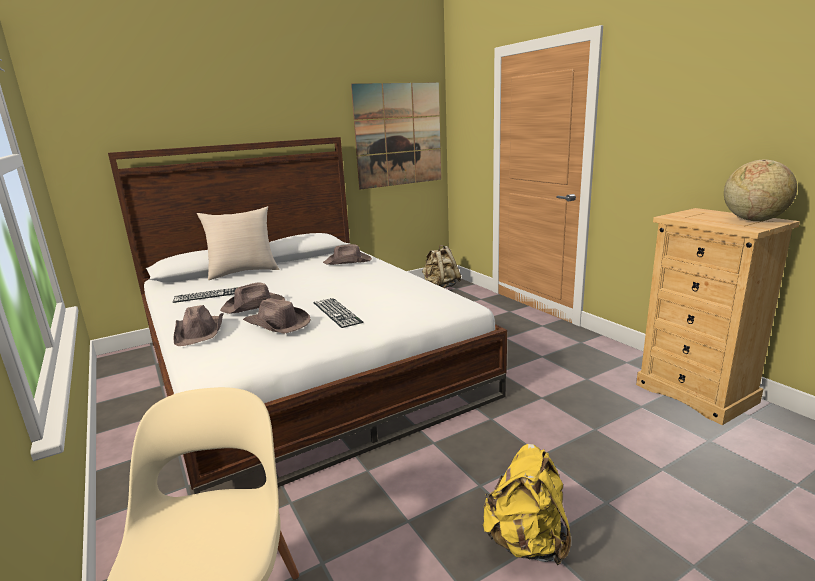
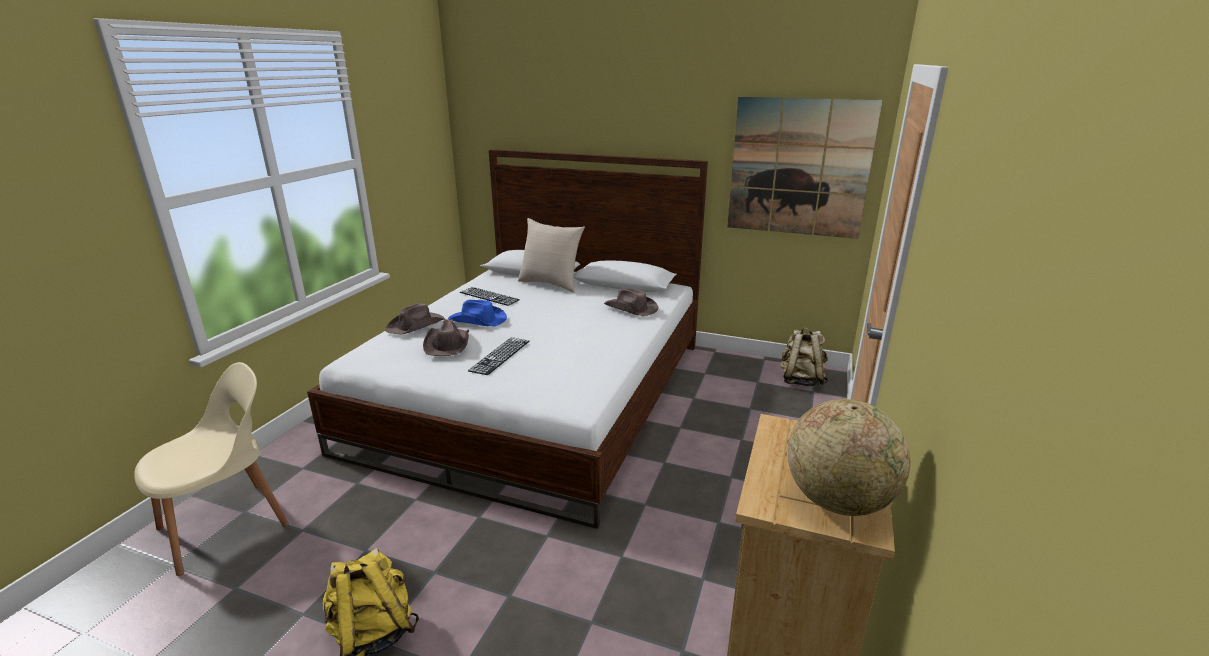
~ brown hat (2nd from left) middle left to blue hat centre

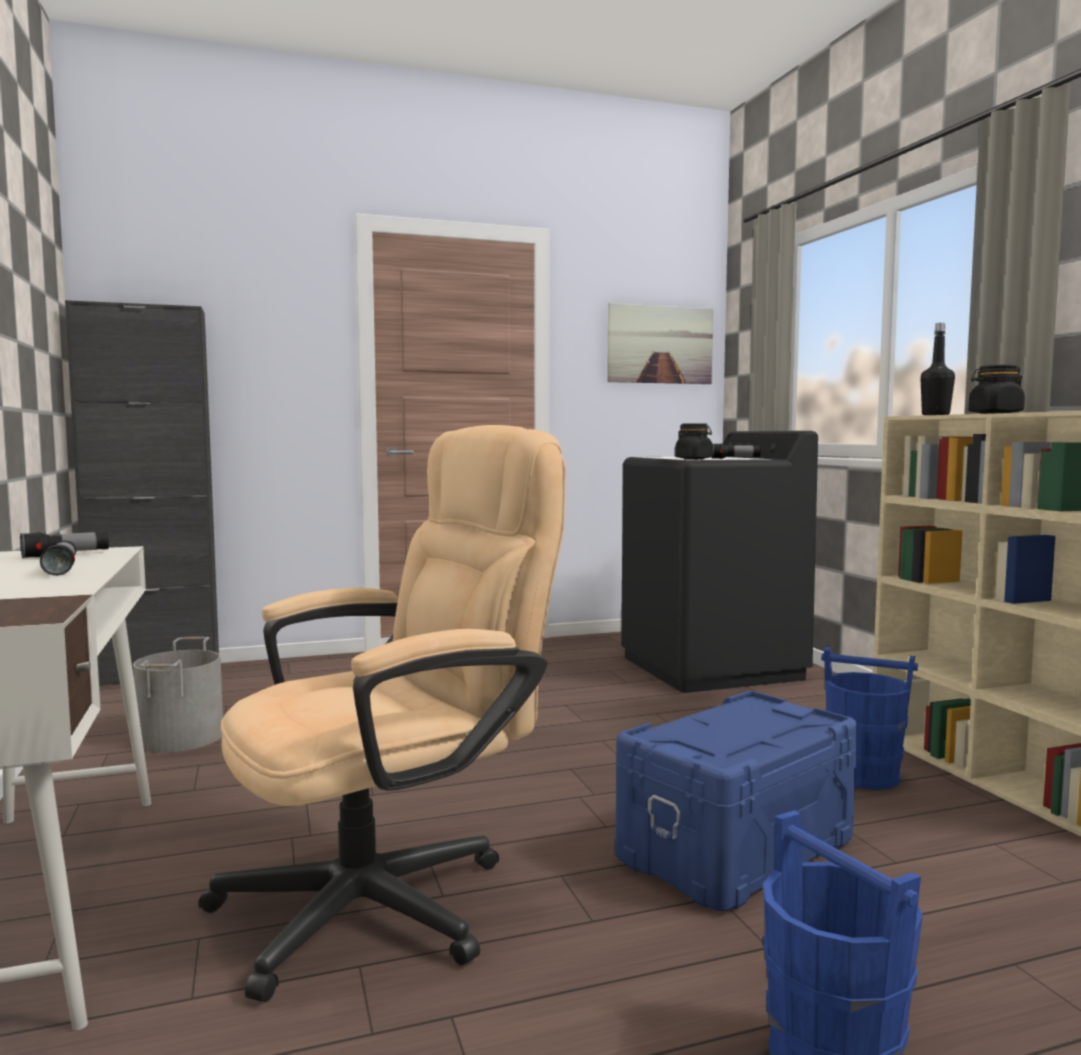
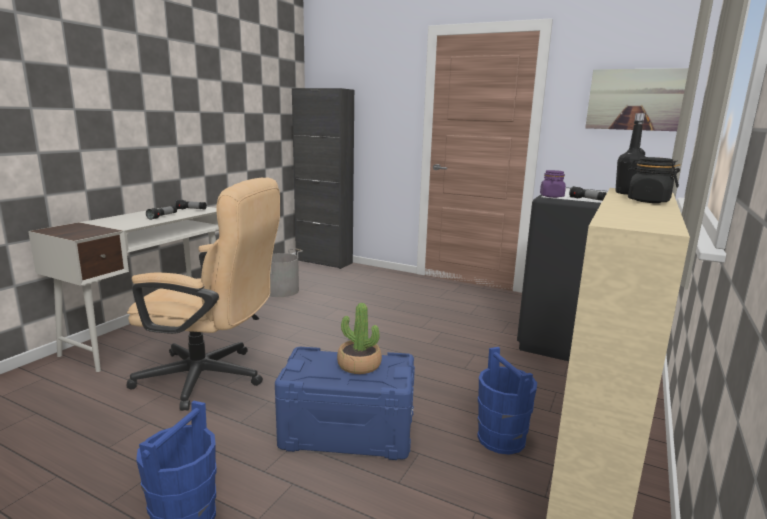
+ potted plant centre
~ black jar (1st from left) centre to purple jar middle right

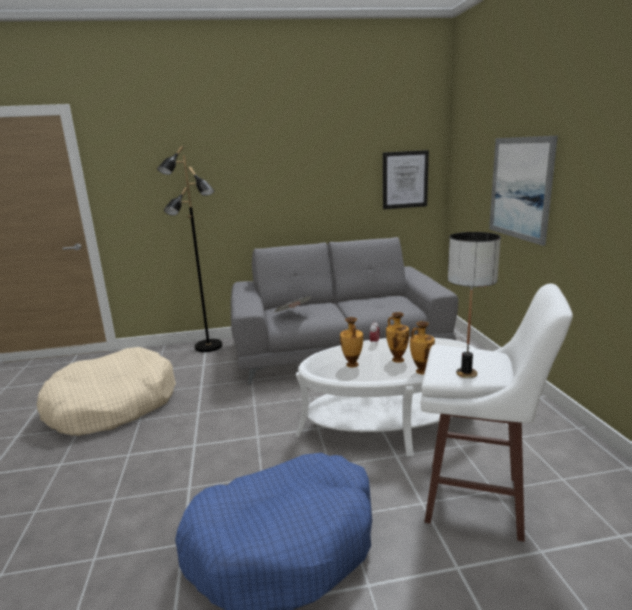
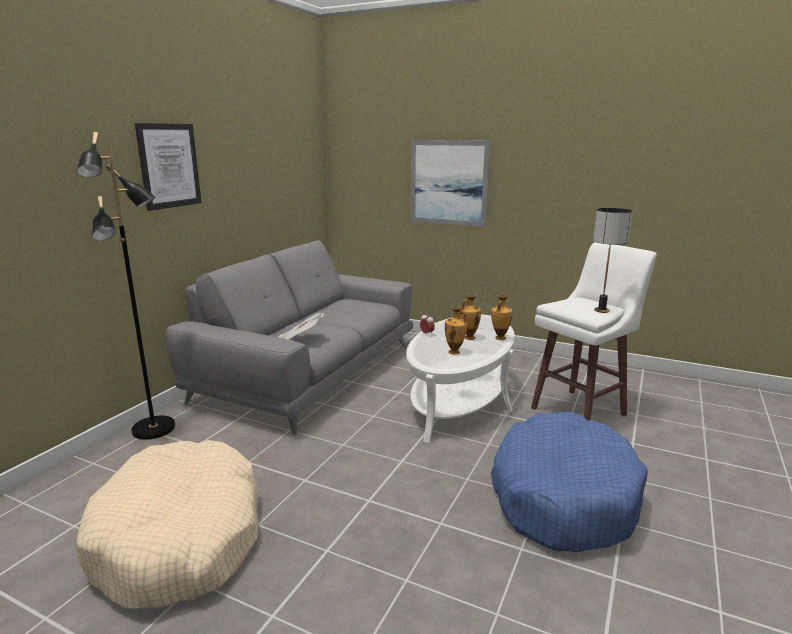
~ picture (1st from left) top centre to top left

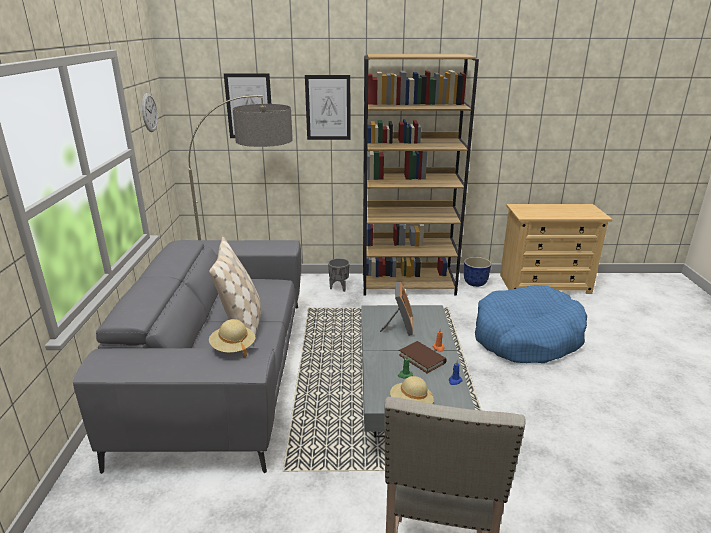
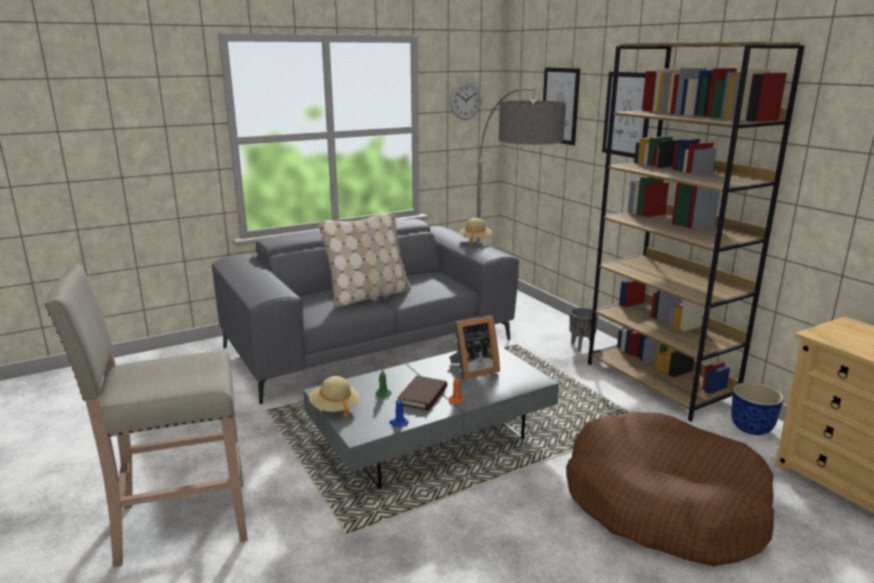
~ beige hat (1st from left in the first image) middle left to beige hat (2nd from left) centre
~ blue dog bed middle right to brown dog bed bottom right

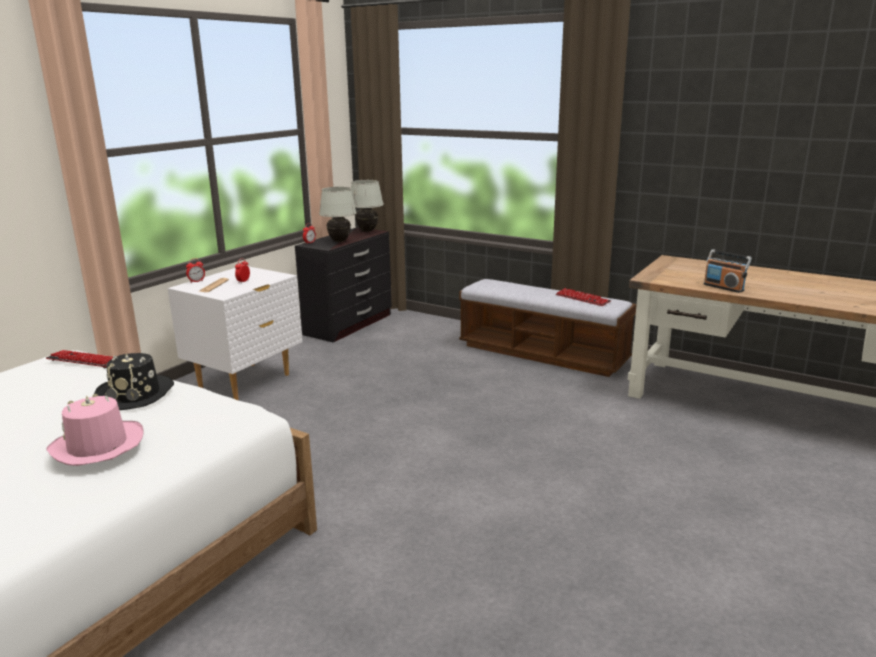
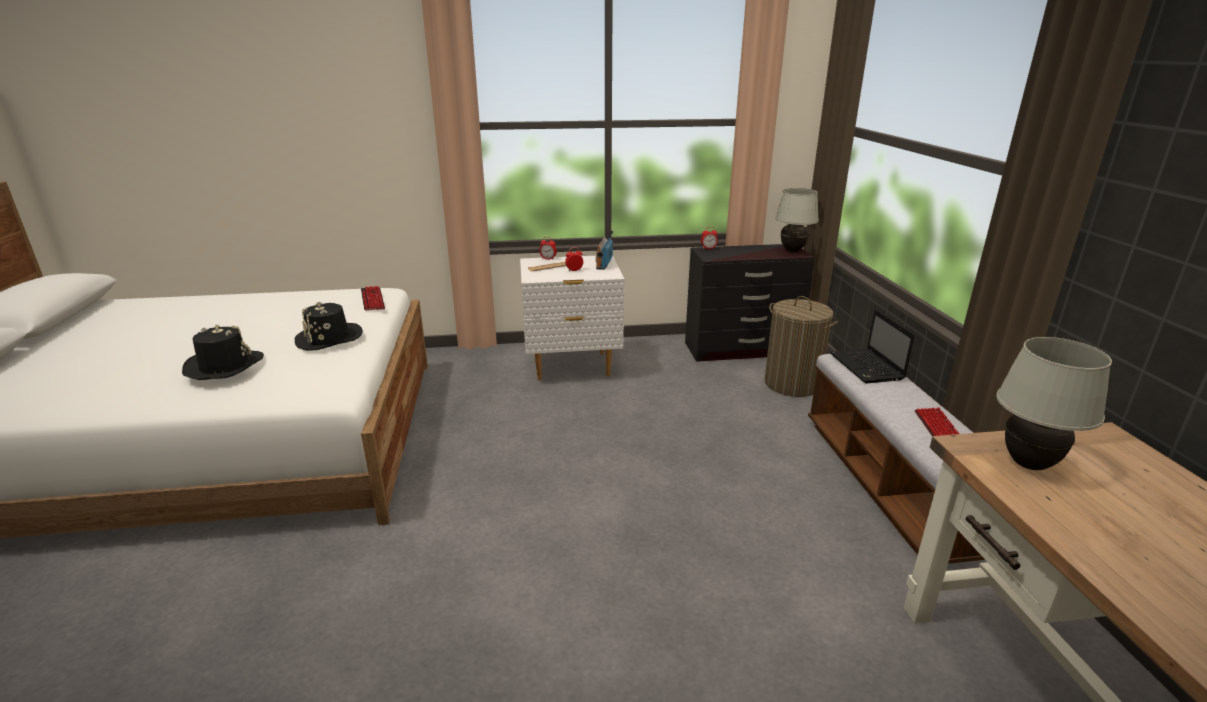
+ laundry basket centre
+ laptop middle right
~ white table lamp (1st from left in the first image) top centre to white table lamp (2nd from left) middle right
~ radio middle right to centre
~ pink hat middle left to black hat (1st from left) middle left

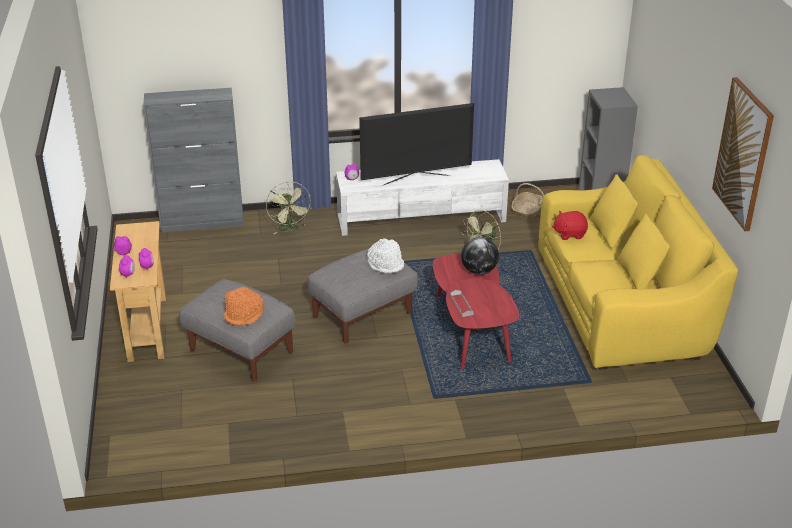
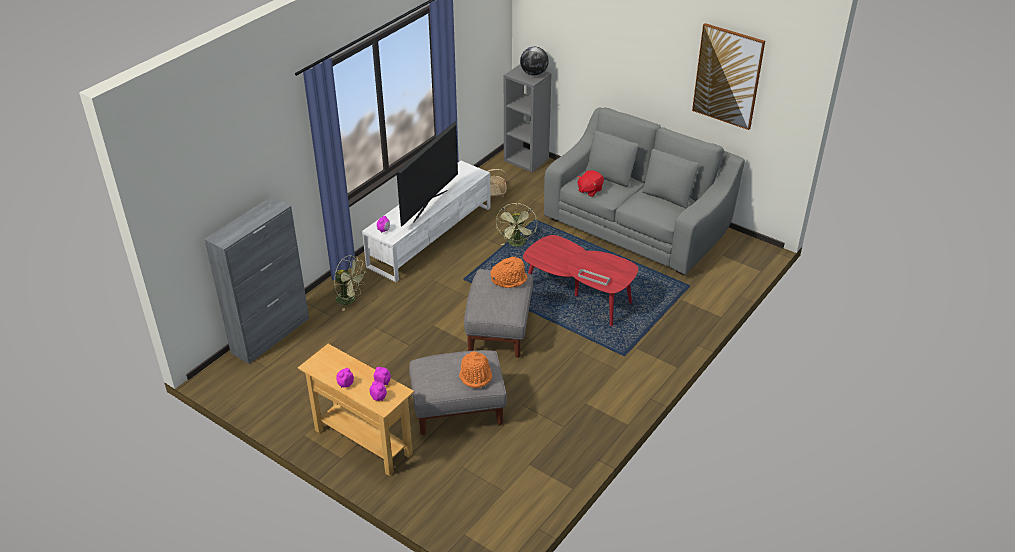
~ globe centre to top centre
~ white hat centre to orange hat (2nd from left) centre
~ yellow sofa middle right to grey sofa centre

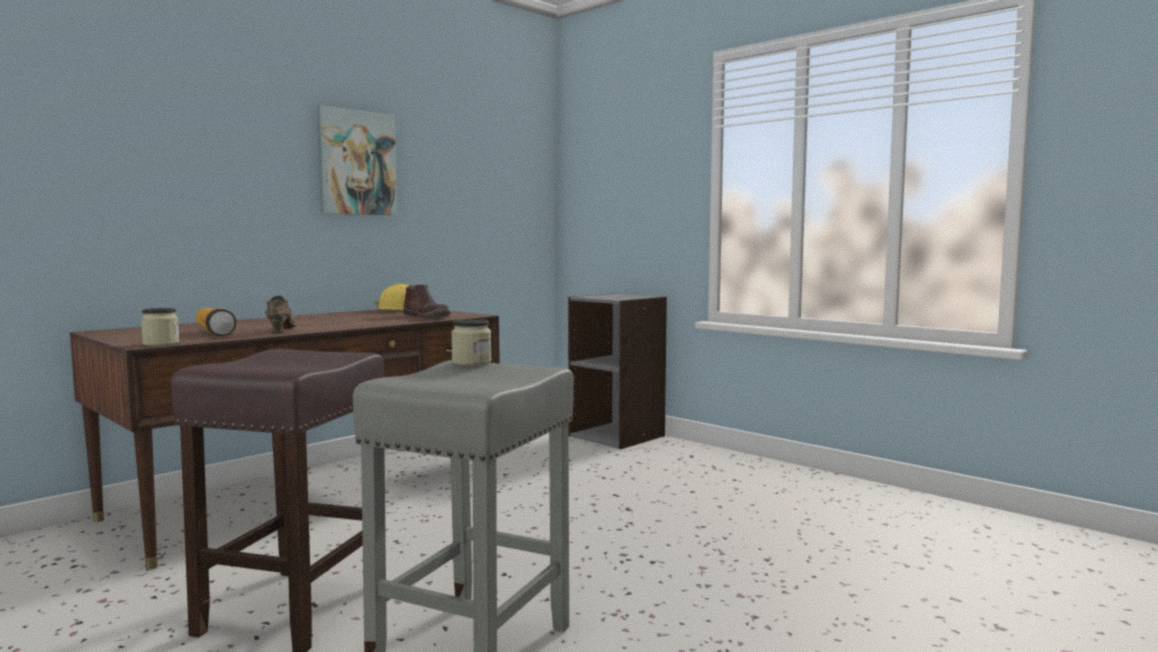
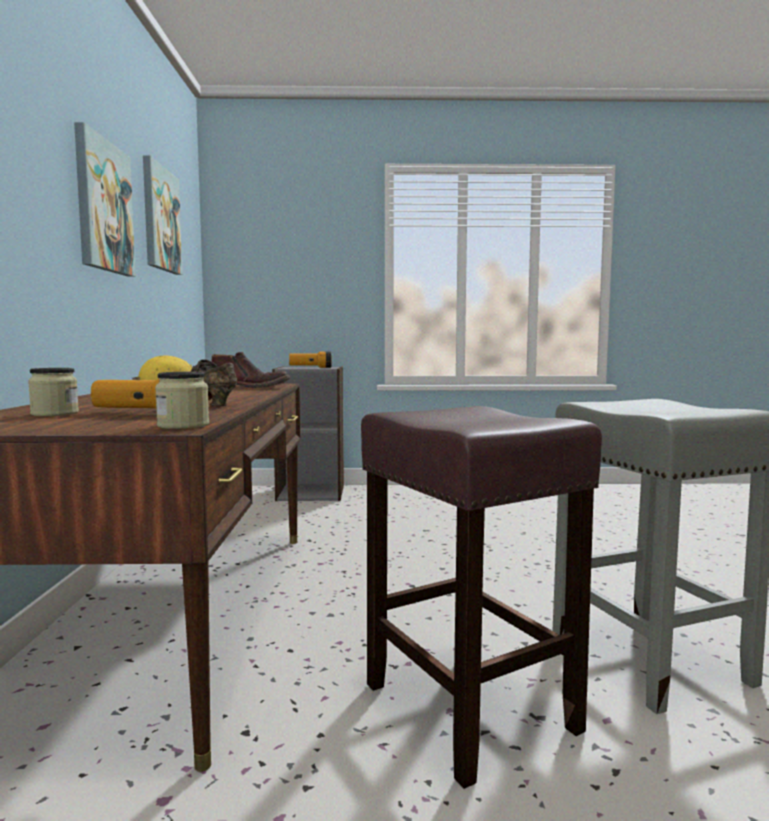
+ picture (2nd from left) top left
+ flashlight (2nd from left) centre
~ jar (2nd from left in the first image) centre to jar (1st from left) middle left

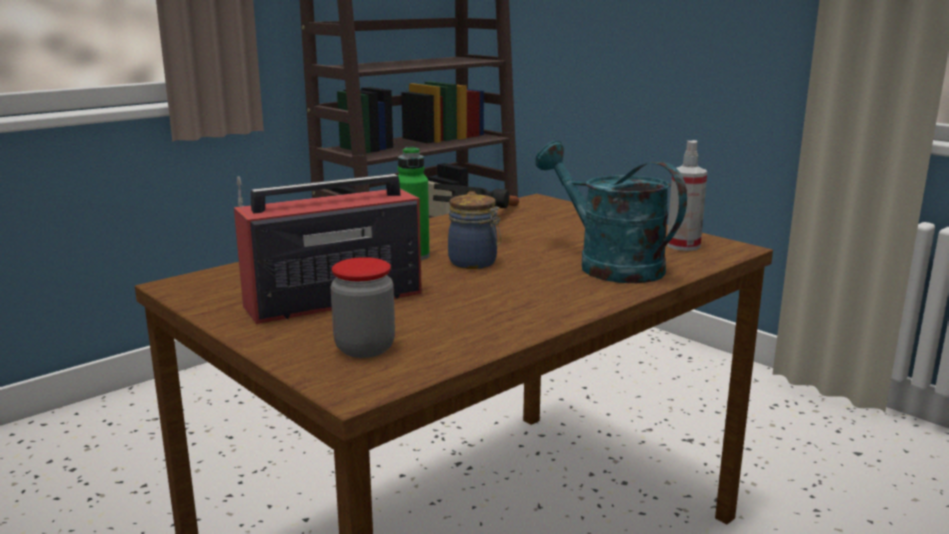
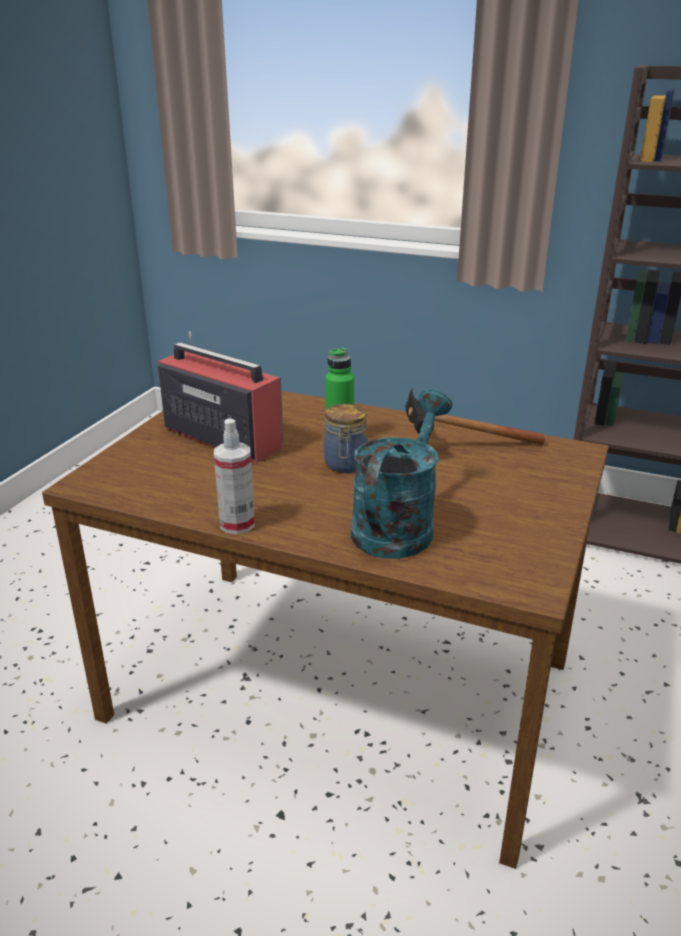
- jar (1st from left) centre
~ spray bottle middle right to centre

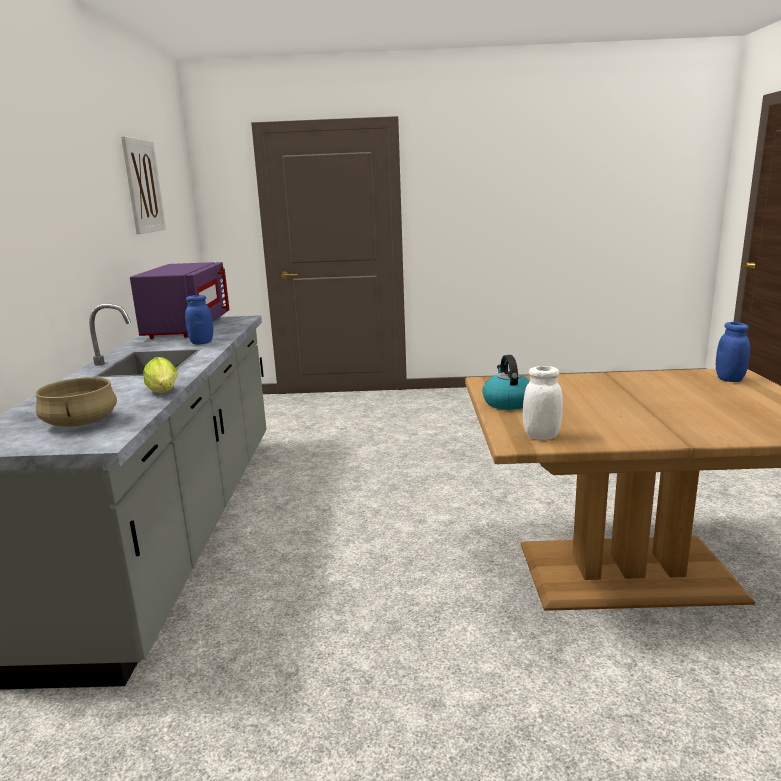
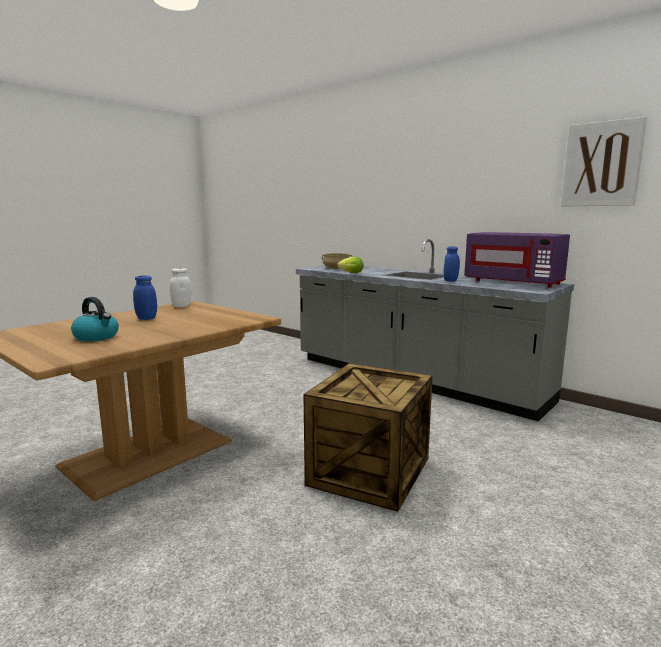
+ crate bottom centre
~ kettle centre to middle left
~ blue jar (2nd from left in the first image) middle right to blue jar (1st from left) middle left

